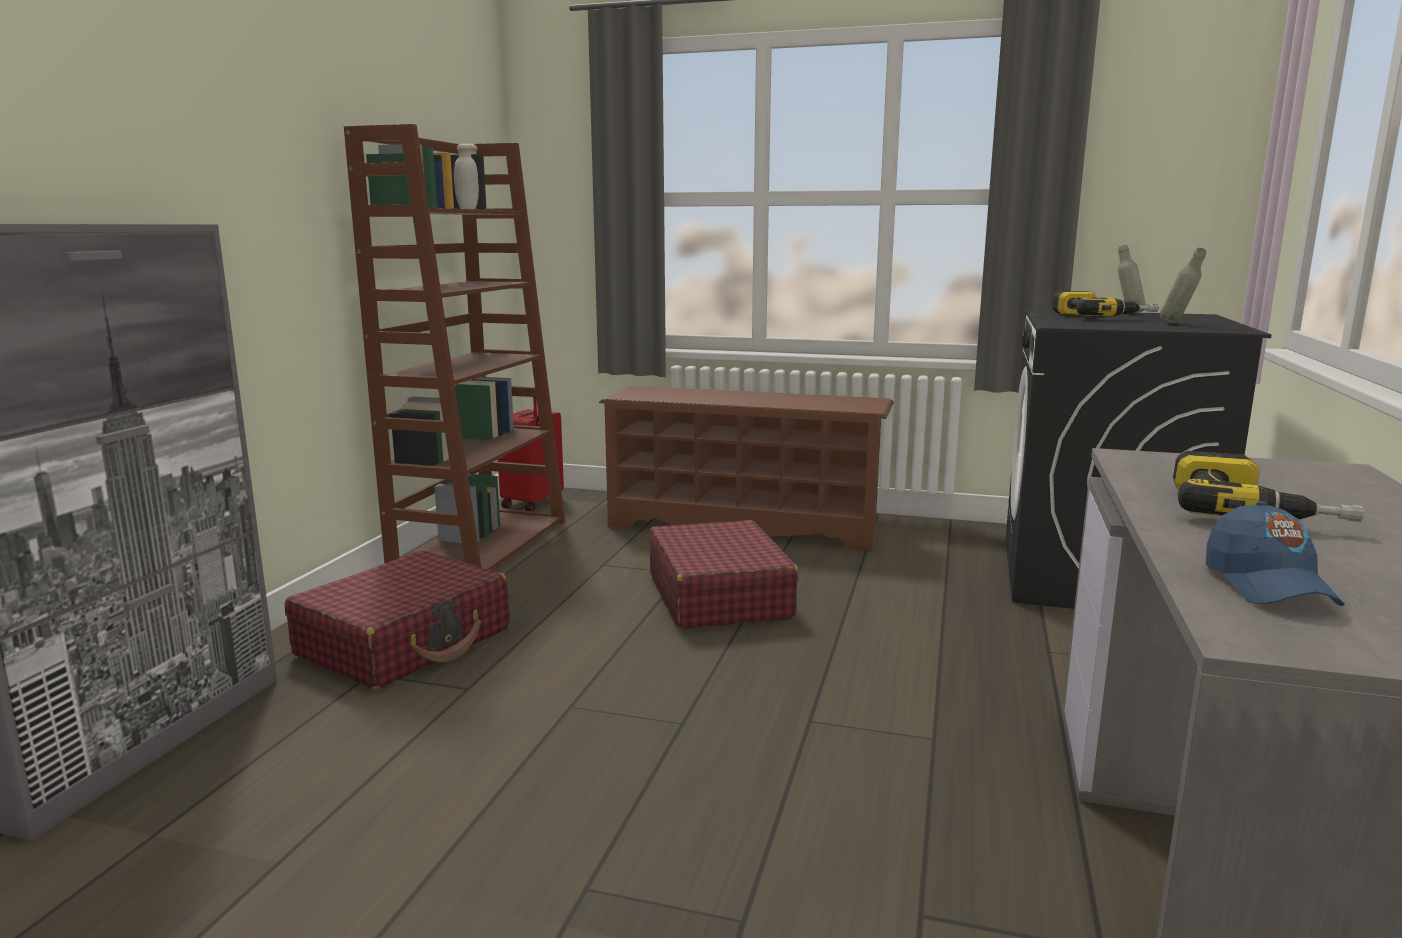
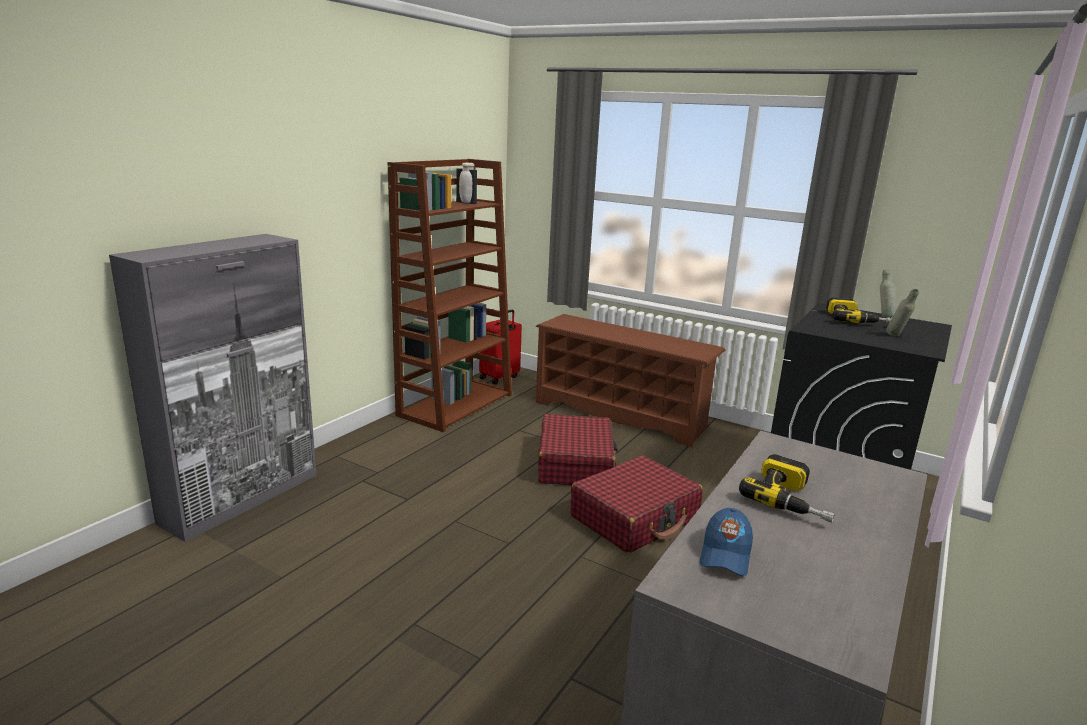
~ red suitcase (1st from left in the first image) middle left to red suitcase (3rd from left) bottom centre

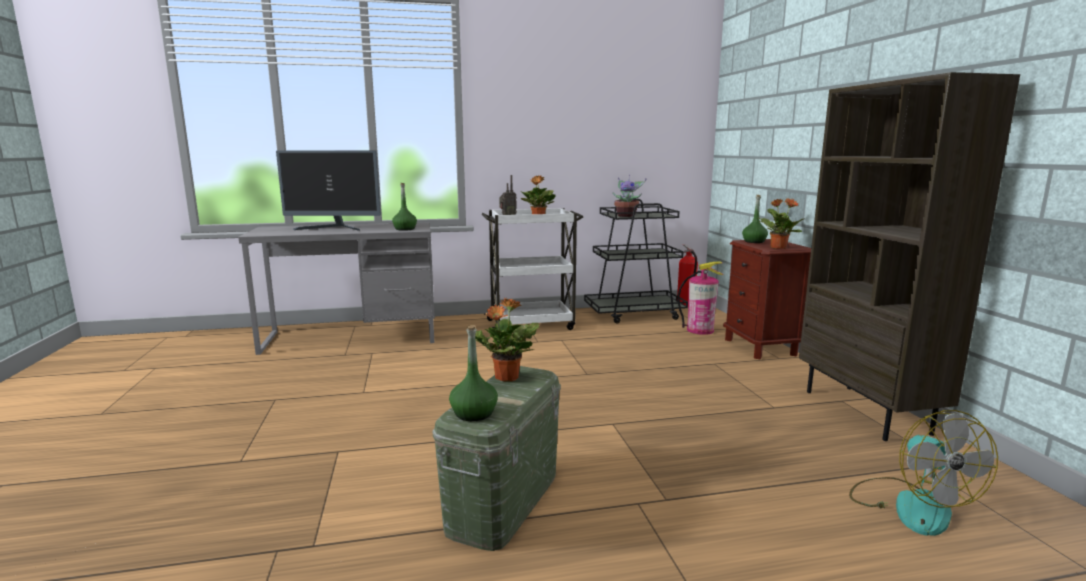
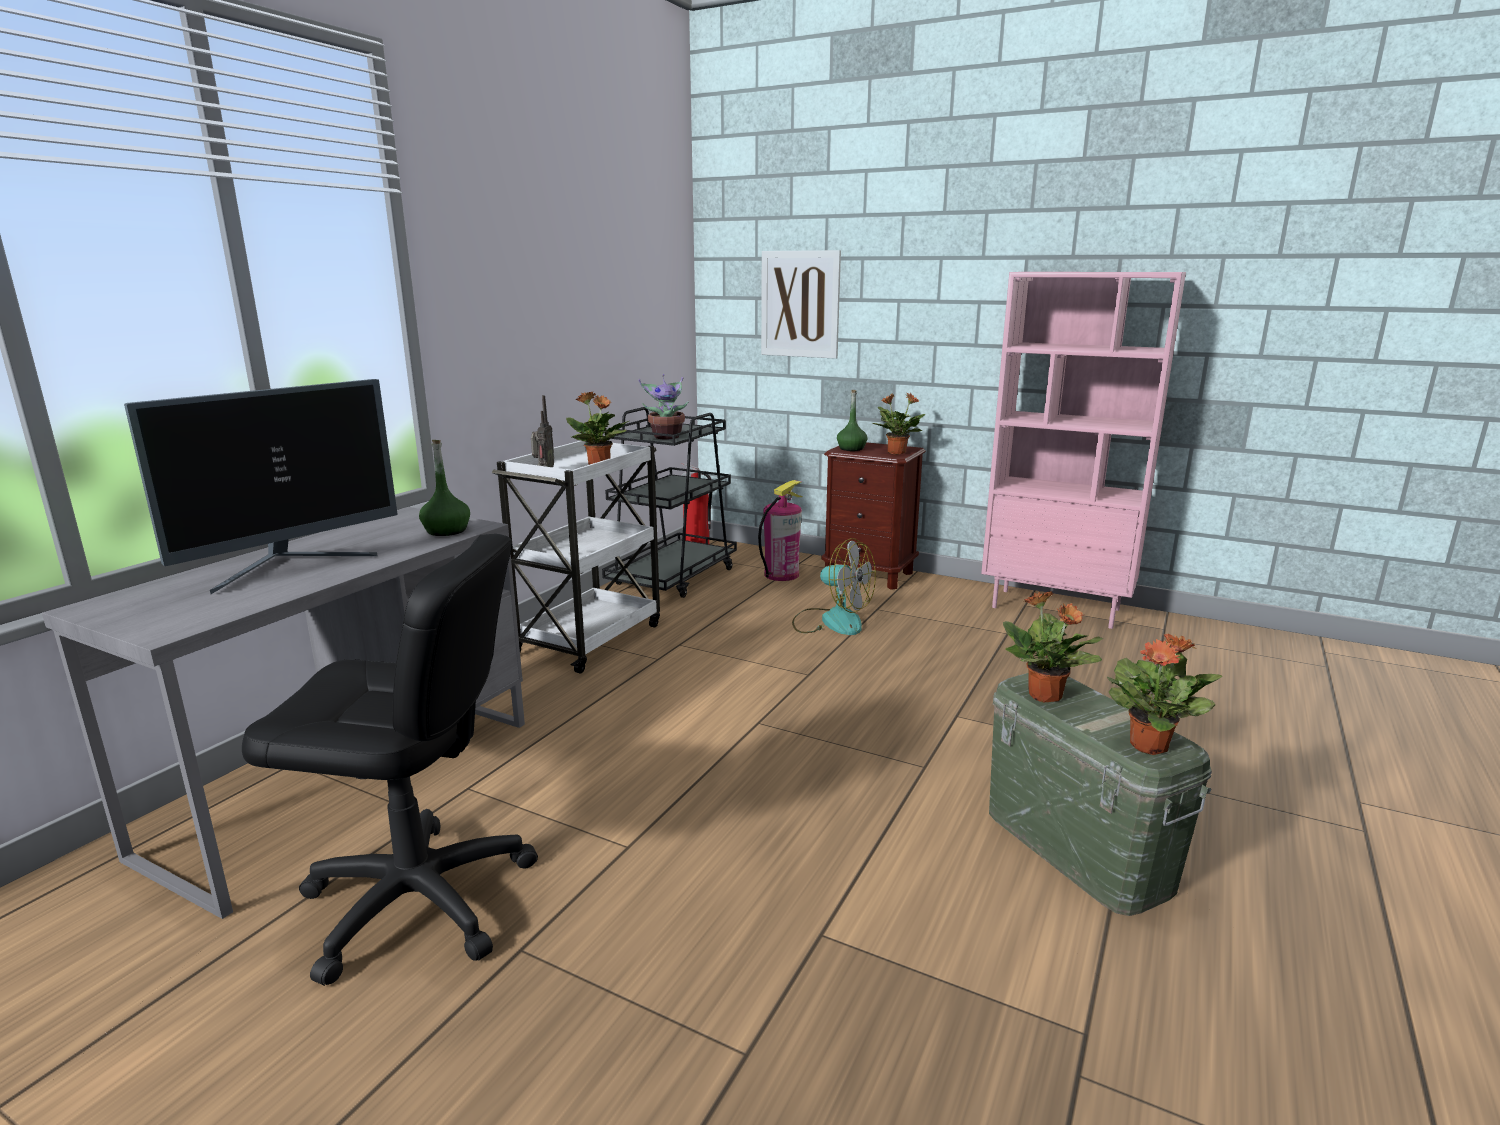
+ black office chair bottom left
+ picture top centre
~ fan bottom right to centre
~ green bottle (2nd from left) centre to potted plant (5th from left) middle right
~ brown bookcase middle right to pink bookcase middle right

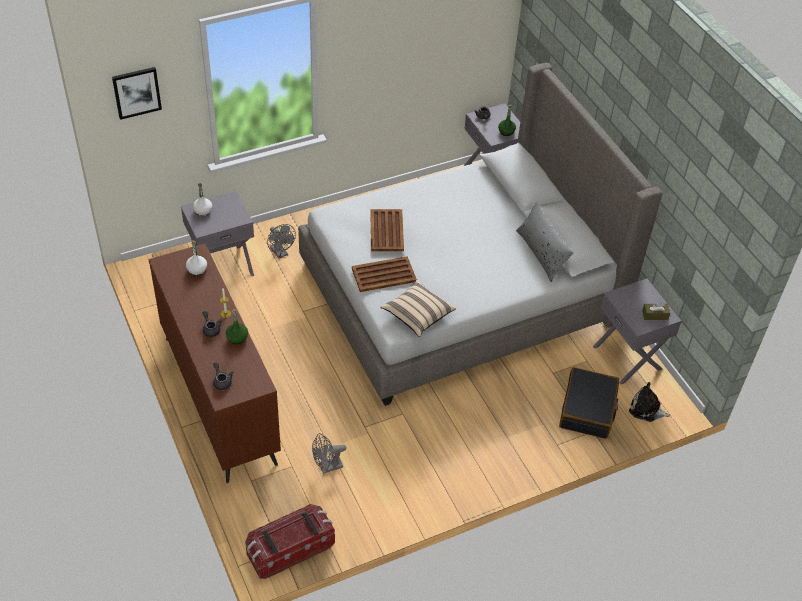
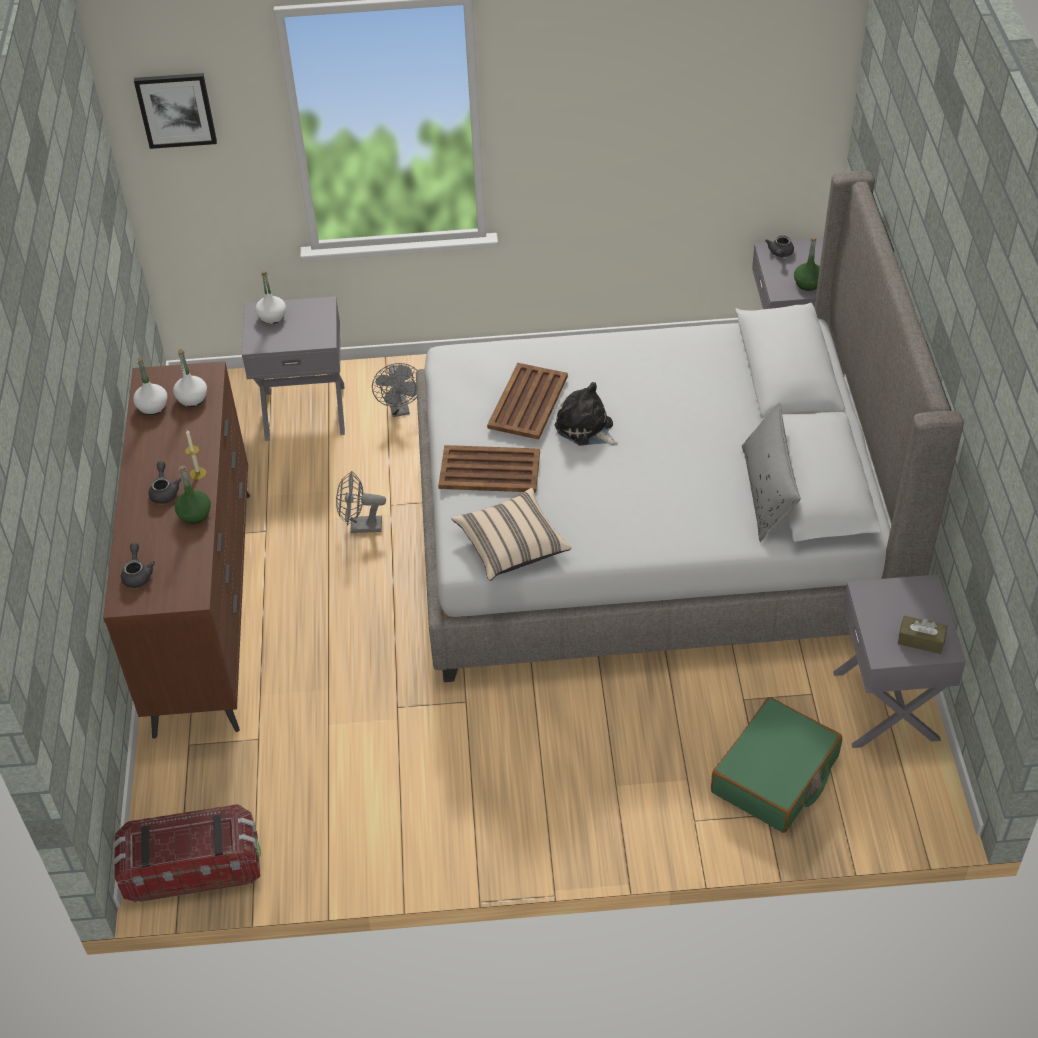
+ white bottle (1st from left) middle left
~ grey fan (2nd from left in the first image) bottom centre to grey fan (1st from left) centre
~ plush toy bottom right to centre
~ black suitcase bottom right to green suitcase bottom right

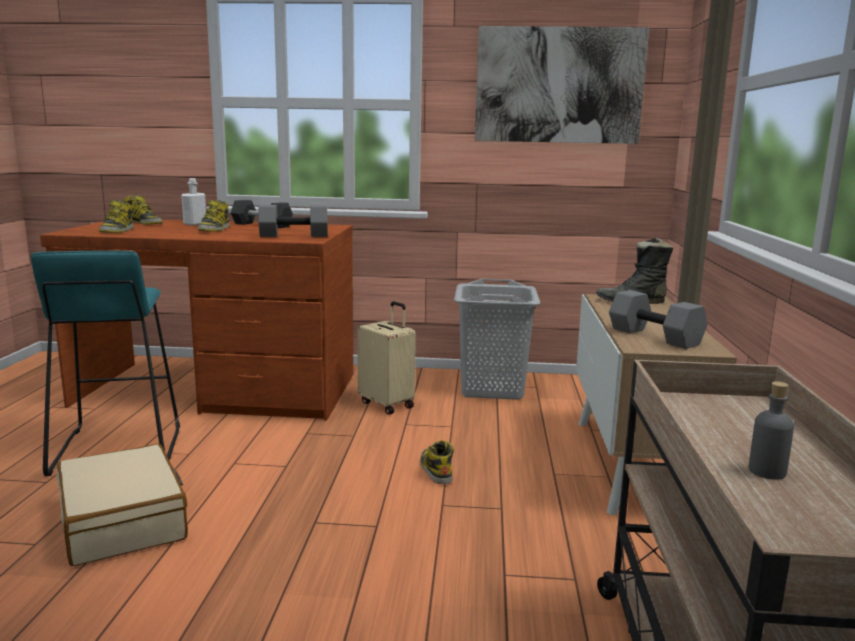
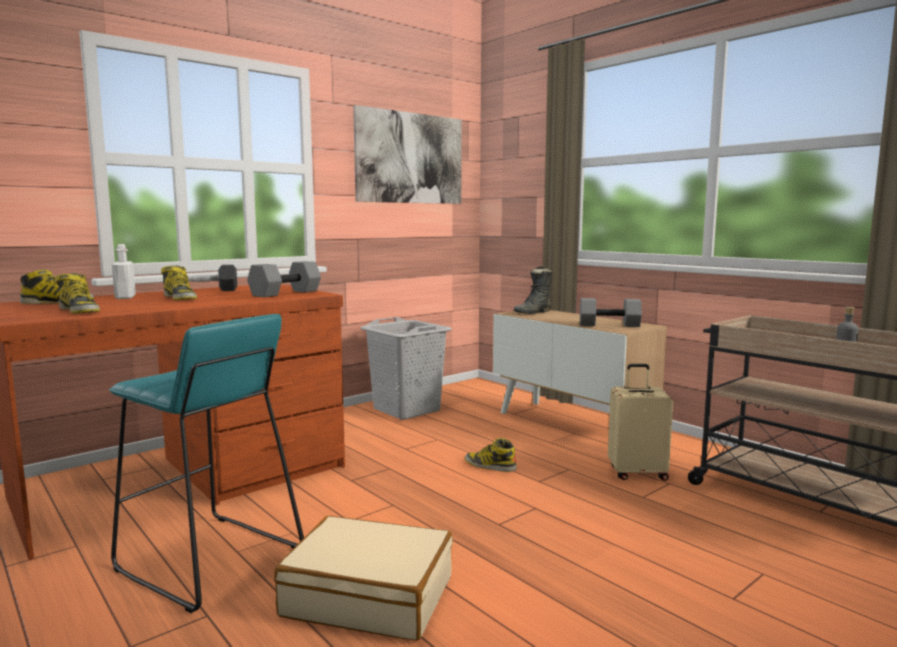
~ beige suitcase (2nd from left) centre to middle right

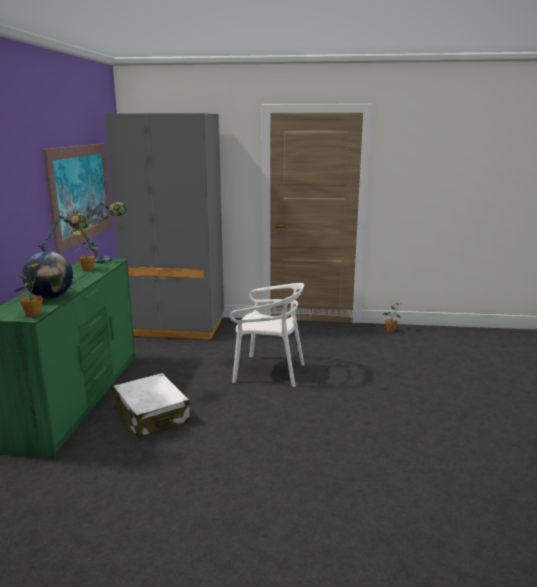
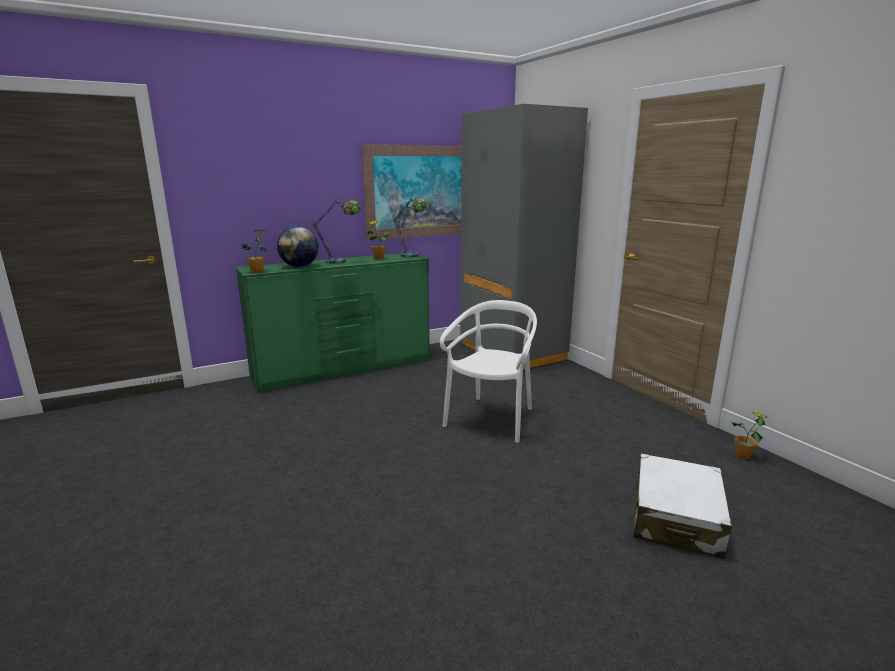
~ white suitcase bottom left to bottom right
~ white chair centre = centre 135 degrees counterclockwise

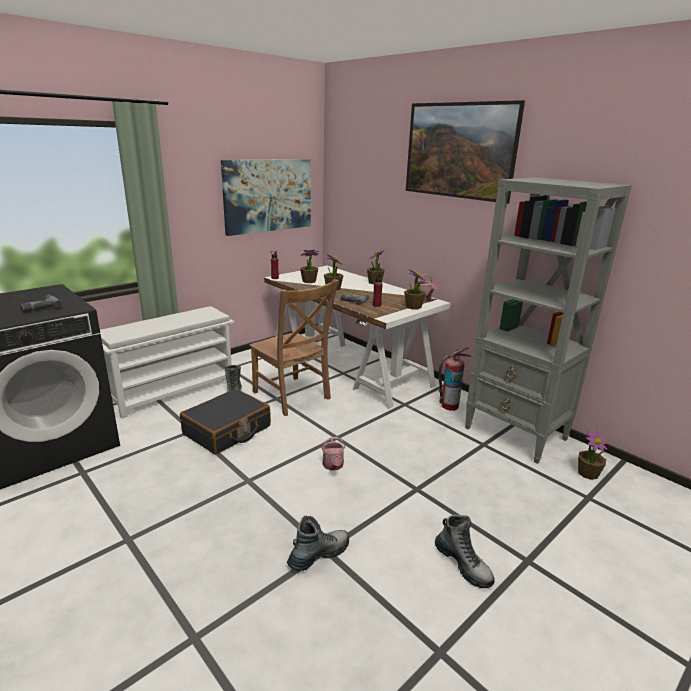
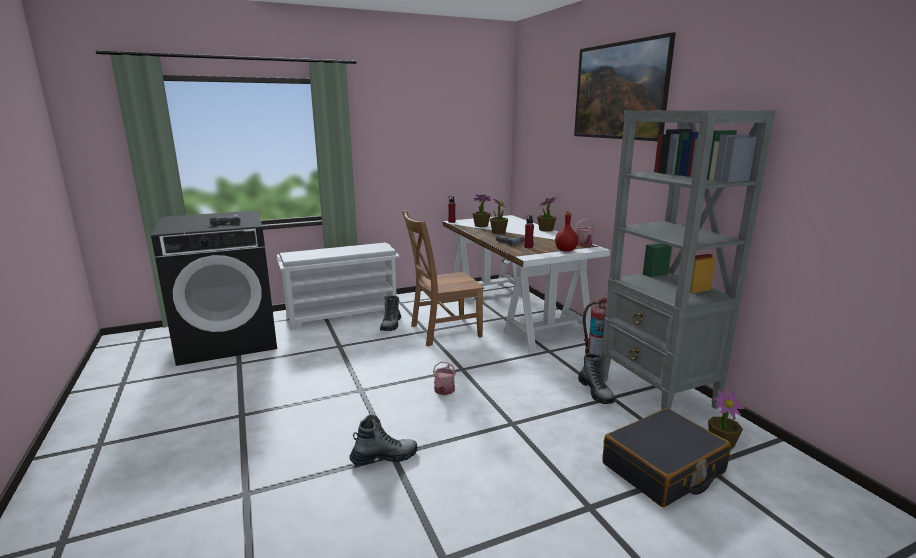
- picture (1st from left) top centre
~ black suitcase middle left to bottom right
~ boot (3rd from left) bottom right to bottom centre
~ potted plant (4th from left) centre to red bottle (3rd from left) centre
~ brown chair centre = centre 90 degrees clockwise

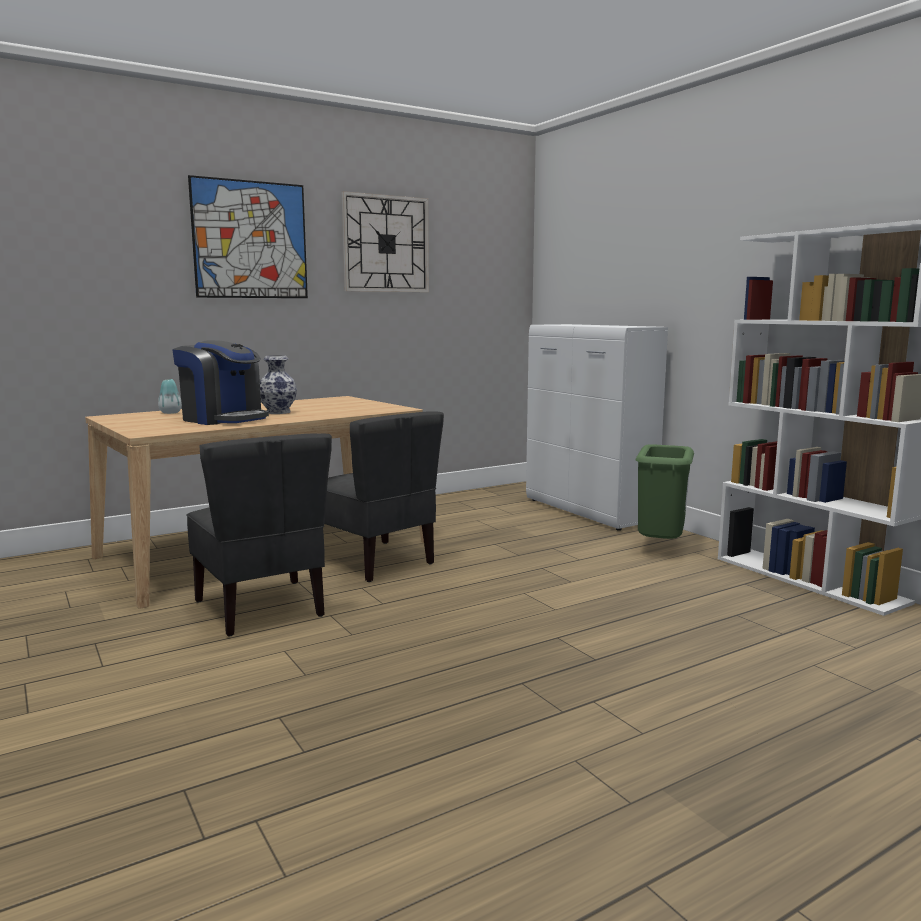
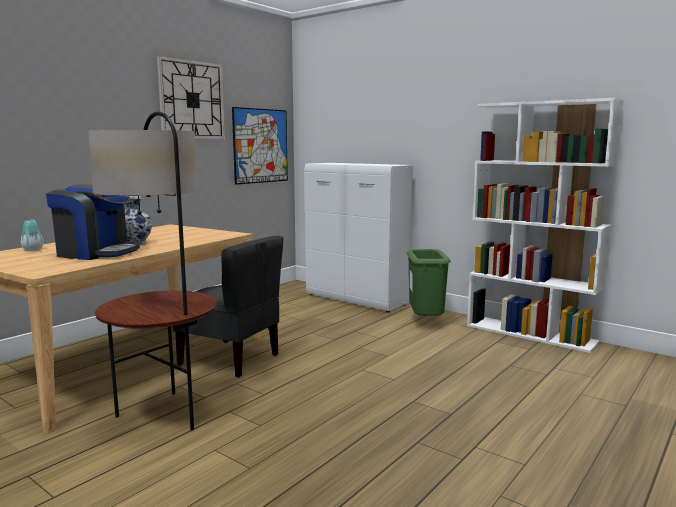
~ picture top left to top centre
~ grey chair (1st from left) middle left to floor lamp middle left

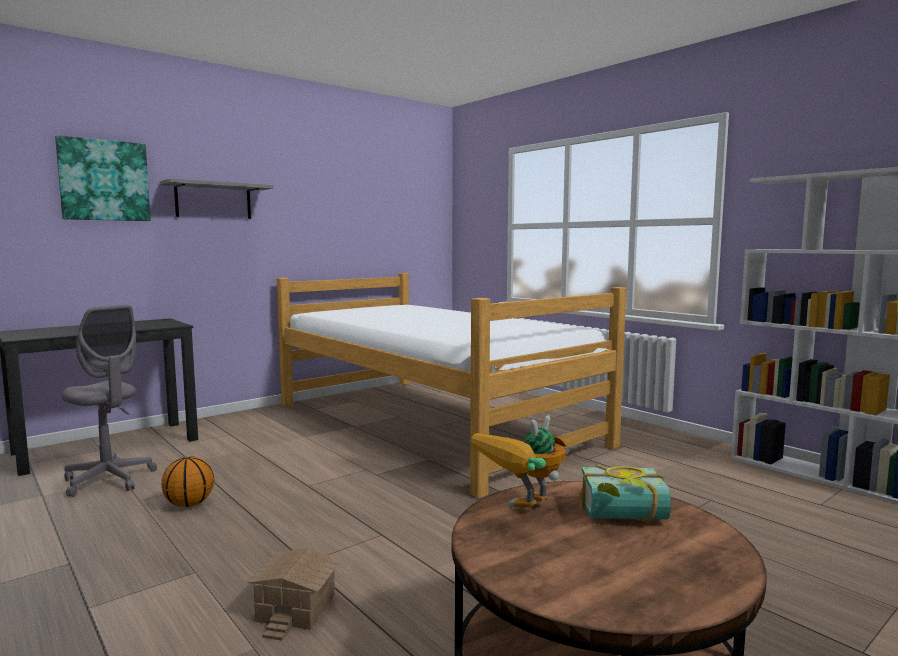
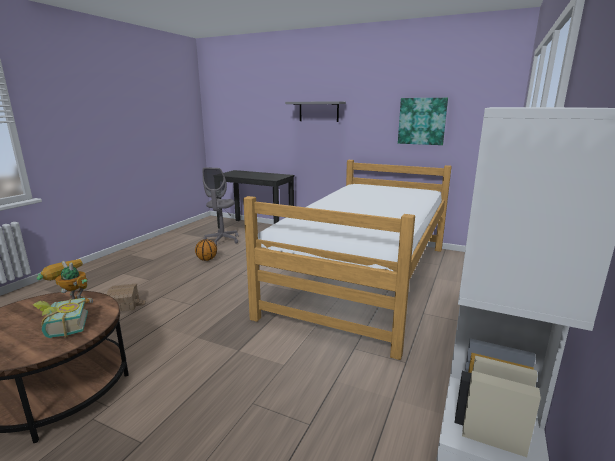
~ picture top left to top right

